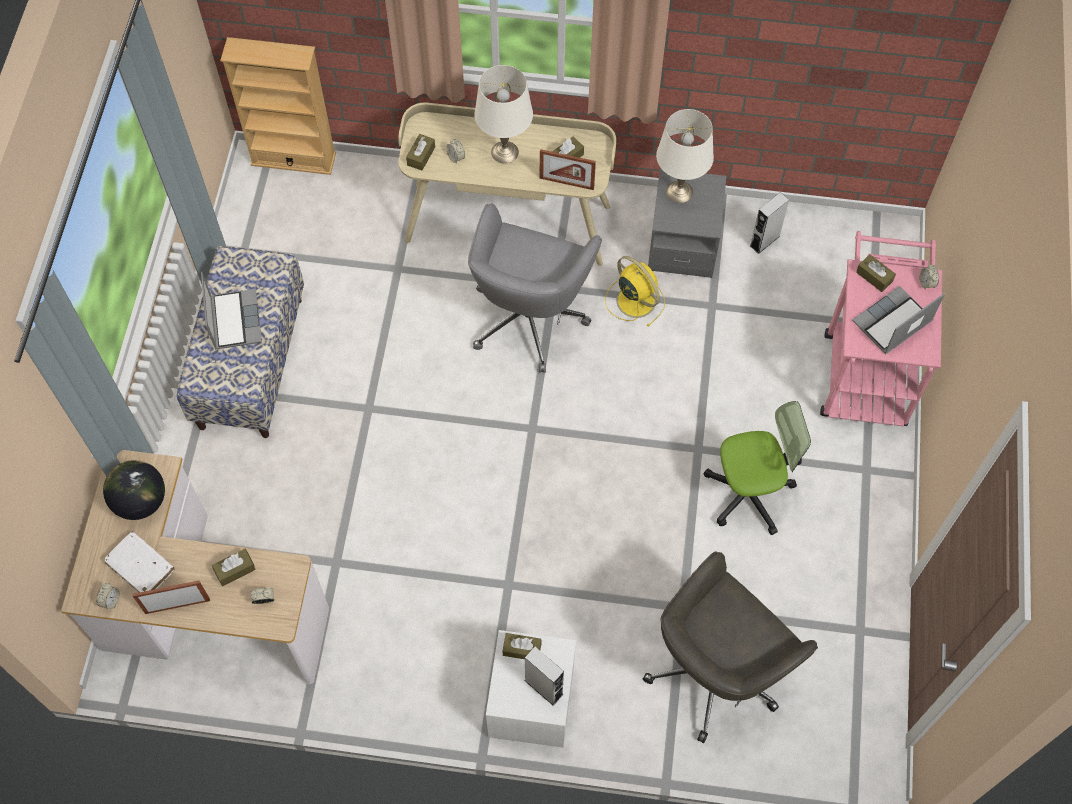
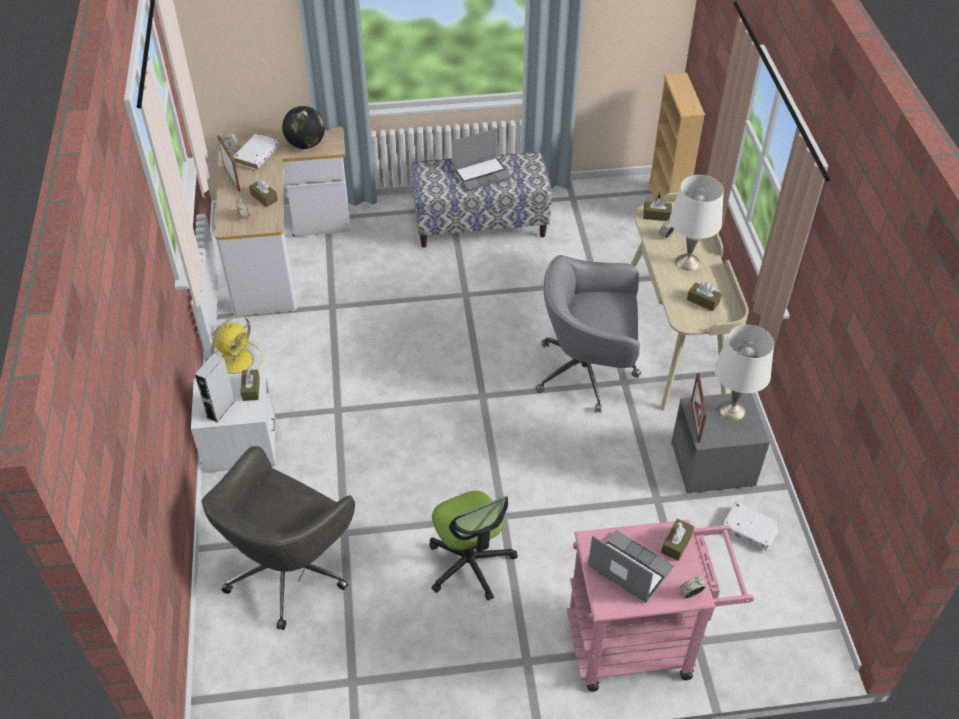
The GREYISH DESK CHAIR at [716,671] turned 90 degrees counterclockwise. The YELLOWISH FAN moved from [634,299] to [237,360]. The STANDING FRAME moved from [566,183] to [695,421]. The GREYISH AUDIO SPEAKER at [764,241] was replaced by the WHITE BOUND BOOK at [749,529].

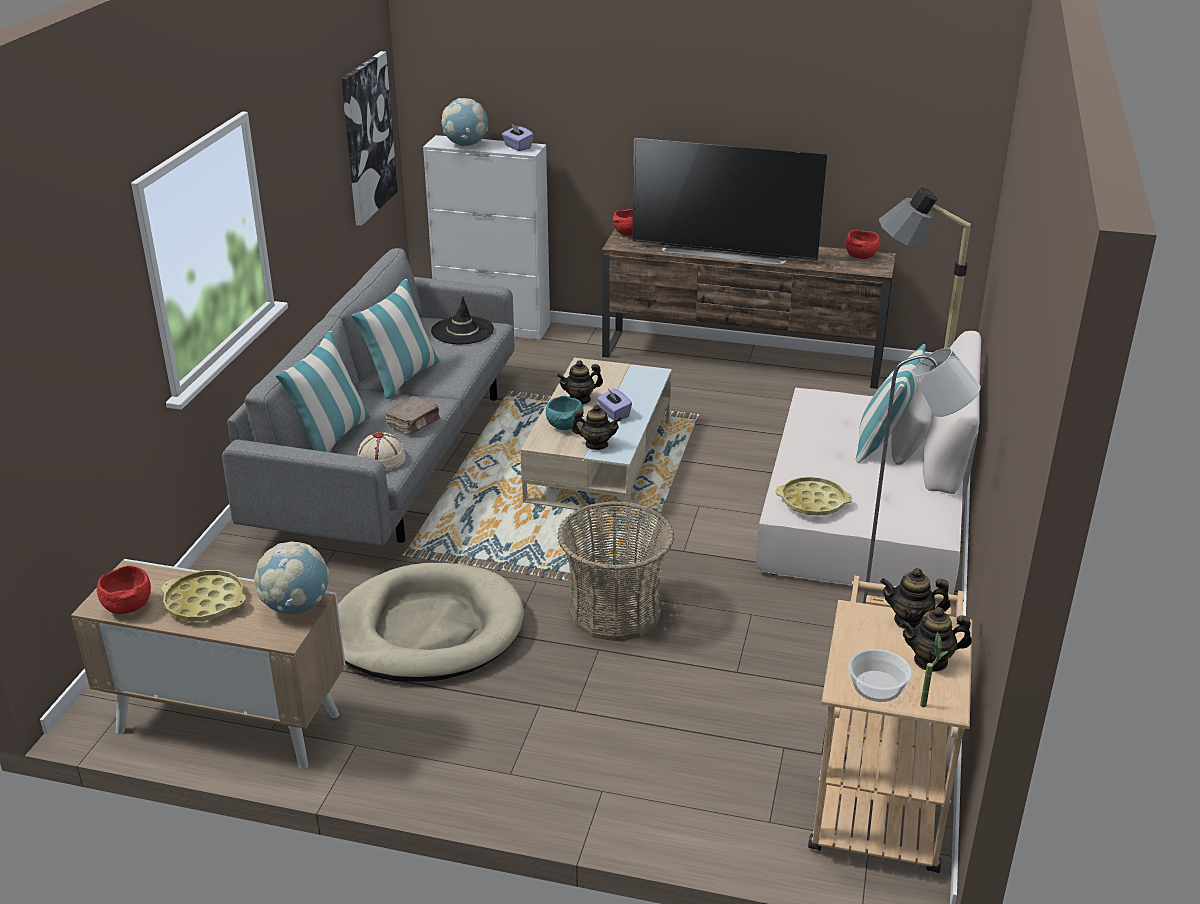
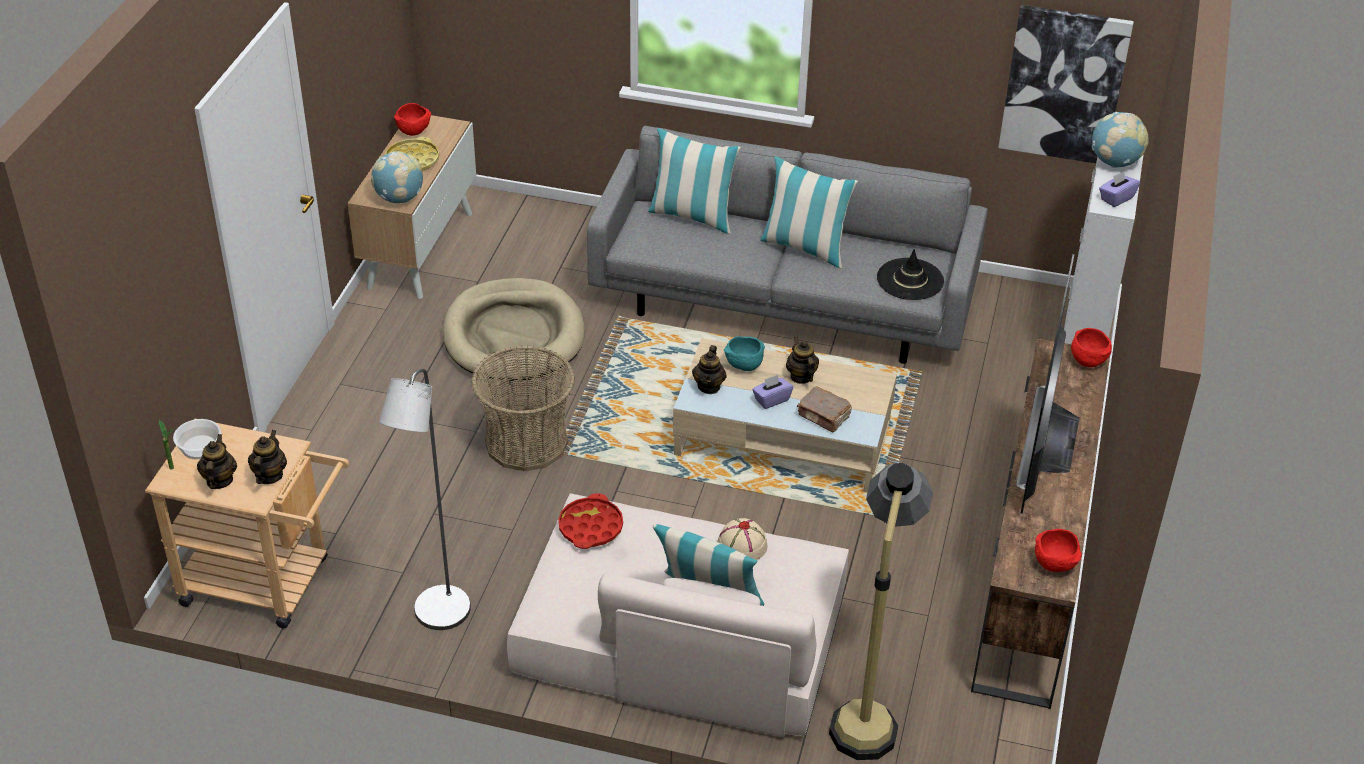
The YELLOWISH SERVING TRAY at [813,502] became the RED SERVING TRAY at [590,527]. The BEIGE WEARABLE HAT moved from [381,459] to [741,546]. The BROWN-COLOURED BOUND BOOK moved from [414,423] to [824,416].

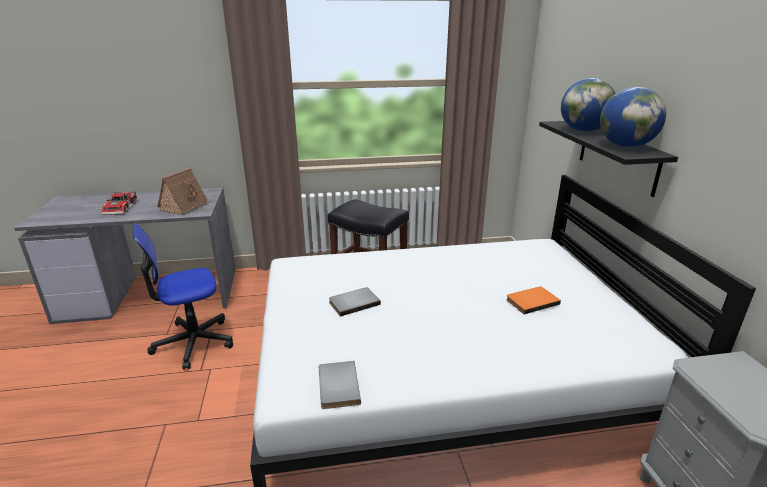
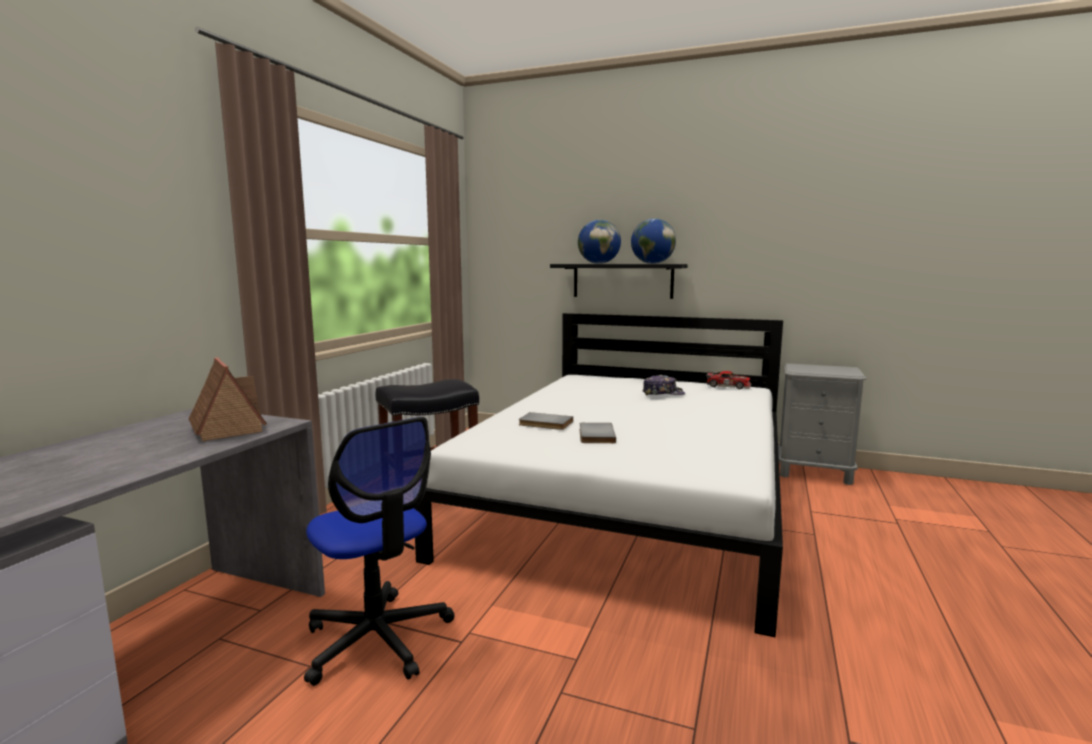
The DESK CHAIR at [193,342] turned 45 degrees counterclockwise. The GREYISH BOUND BOOK moved from [336,386] to [545,424]. The ORANGE BOUND BOOK at [531,301] was replaced by the CAP at [663,393]. The MODEL CAR moved from [122,208] to [728,386].

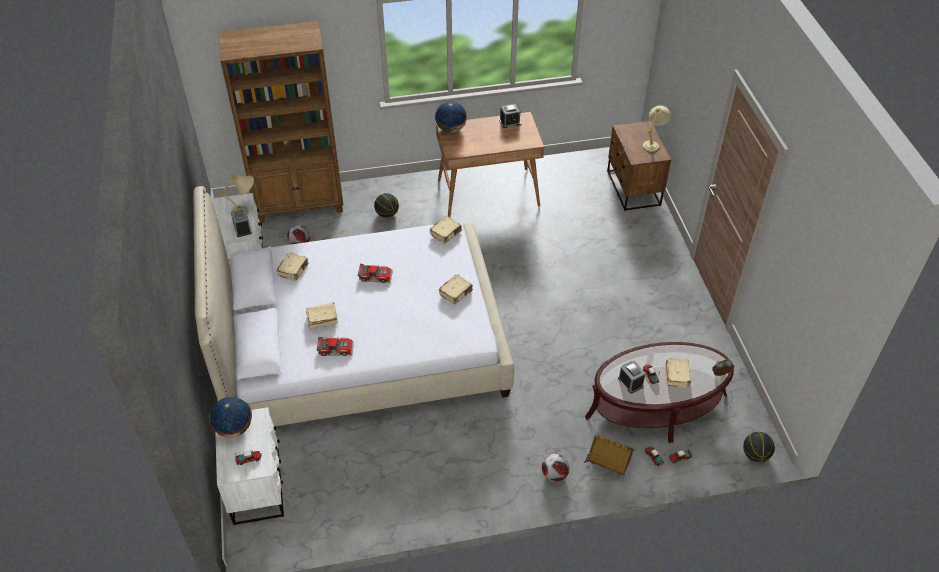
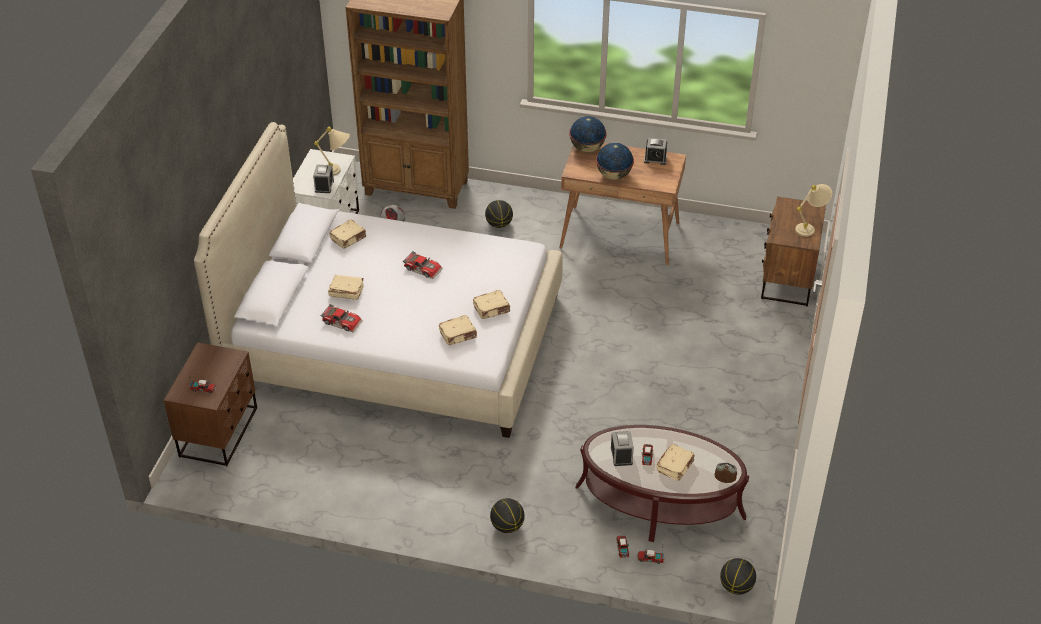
The WHITE NIGHT TABLE at [257,486] became the BROWN-COLOURED NIGHT TABLE at [219,432]. The BEIGE BOUND BOOK moved from [446,233] to [458,335]. The FOOTBALL at [554,475] was replaced by the BASKETBALL BALL at [507,526]. The GLOBE moved from [234,428] to [614,175]. The TOY HOUSE at [608,463] disappeared.

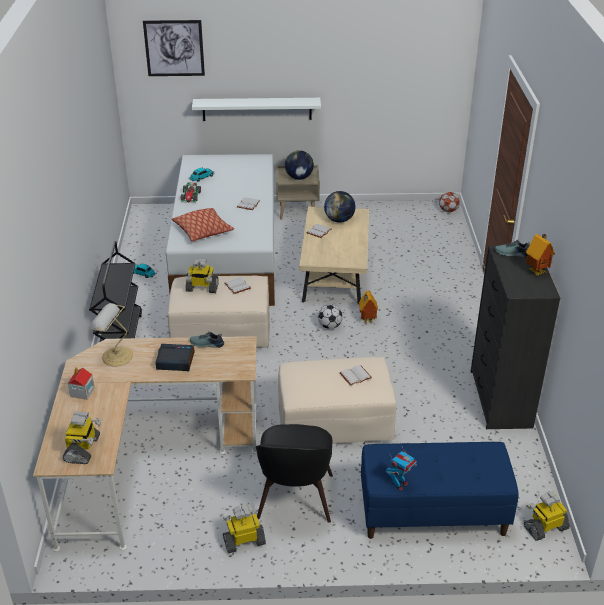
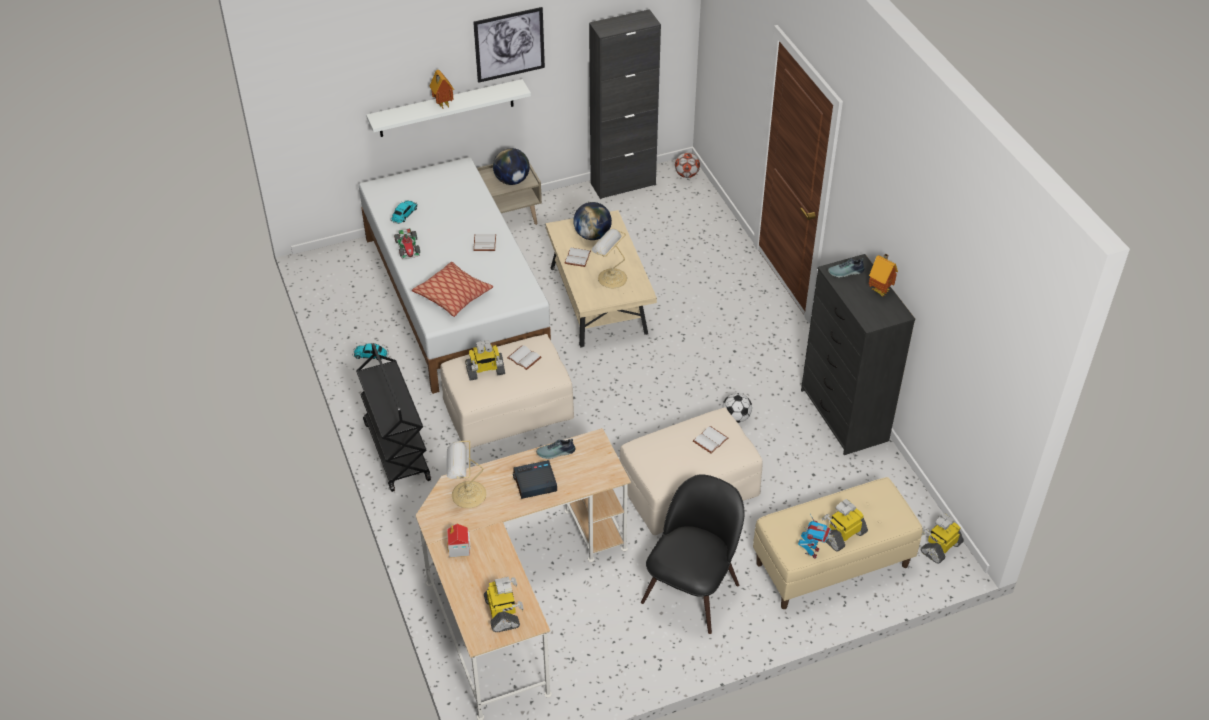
The TOY HOUSE moved from [366,321] to [442,105]. The PICTURE moved from [174,48] to [509,44]. The BLACKISH CUPBOARD at [623,184] appeared. The TABLETOP LAMP at [610,278] appeared. The BLACKISH PLAIN CHAIR at [295,499] turned 135 degrees counterclockwise. The FOOTBALL moved from [329,326] to [736,417]. The BLUE INDOOR BENCH at [432,514] became the BEIGE INDOOR BENCH at [831,565]. The ROBOT FIGURE moved from [244,541] to [843,535].

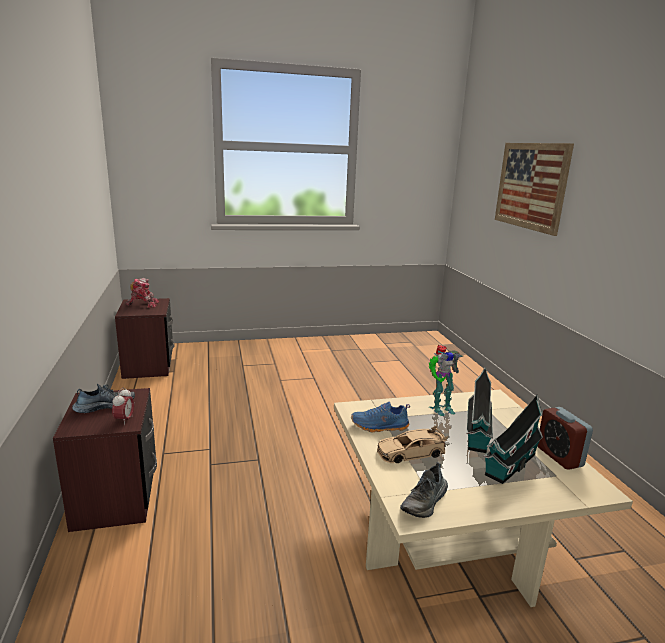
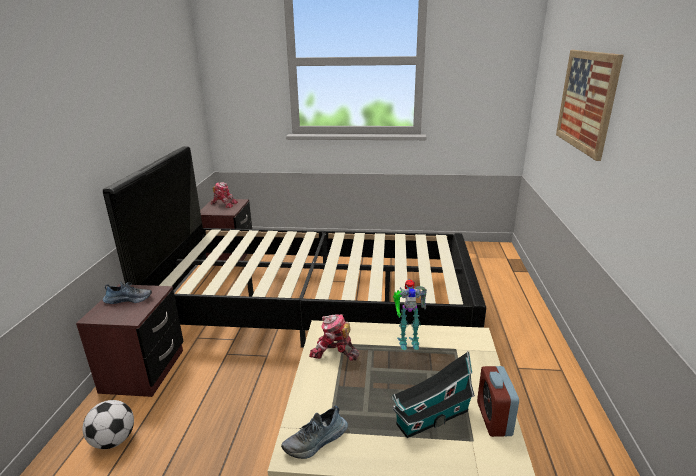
The FOOTBALL at [113,440] appeared. The BLACKISH SLEEPING BED at [316,306] appeared. The BLUE ITEM OF FOOTWEAR at [379,427] was replaced by the ROBOT FIGURE at [333,352]. The TABLE CLOCK at [124,420] disappeared. The BEIGE MODEL CAR at [411,453] disappeared. The TOY HOUSE at [477,435] disappeared.

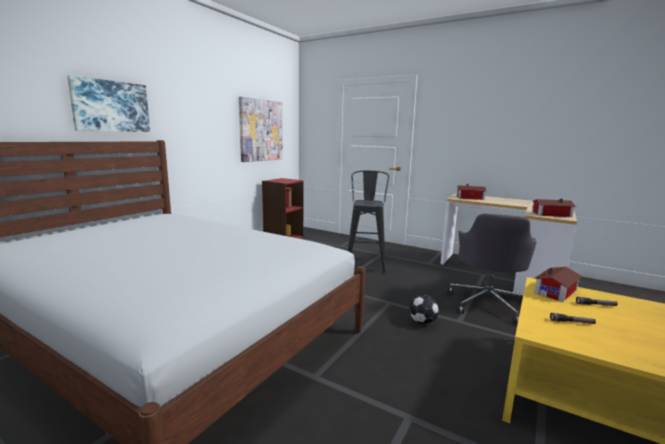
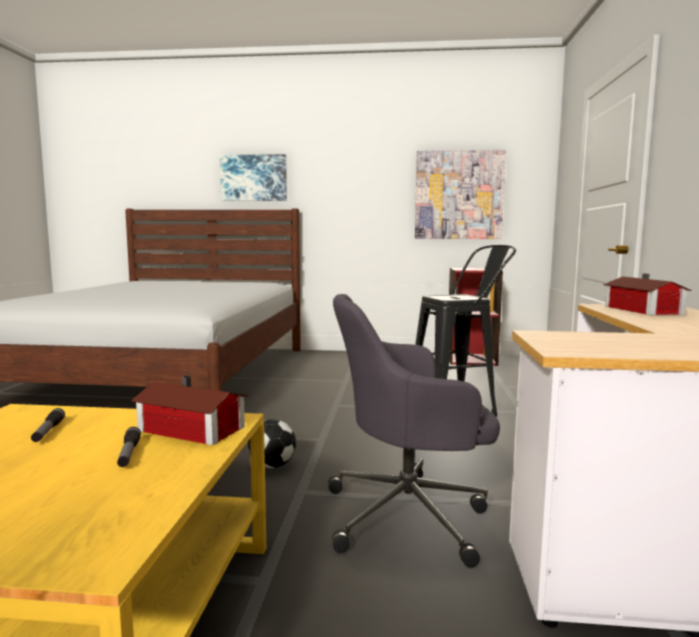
The TOY HOUSE at [550,214] disappeared.

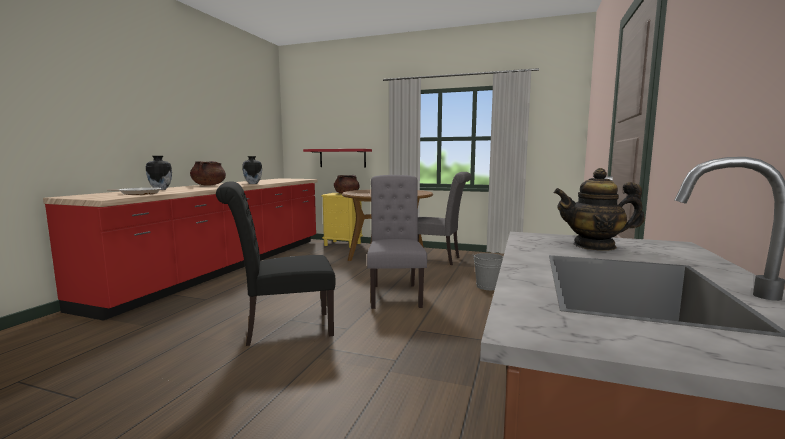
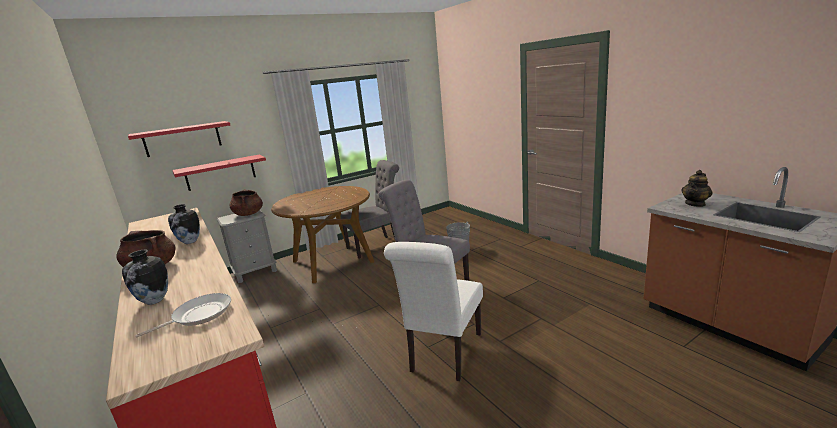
The RED BRACKET SHELF at [182,139] appeared. The YELLOWISH NIGHT TABLE at [342,244] became the GREYISH NIGHT TABLE at [255,272]. The BLACKISH PLAIN CHAIR at [282,329] became the WHITE PLAIN CHAIR at [444,355].

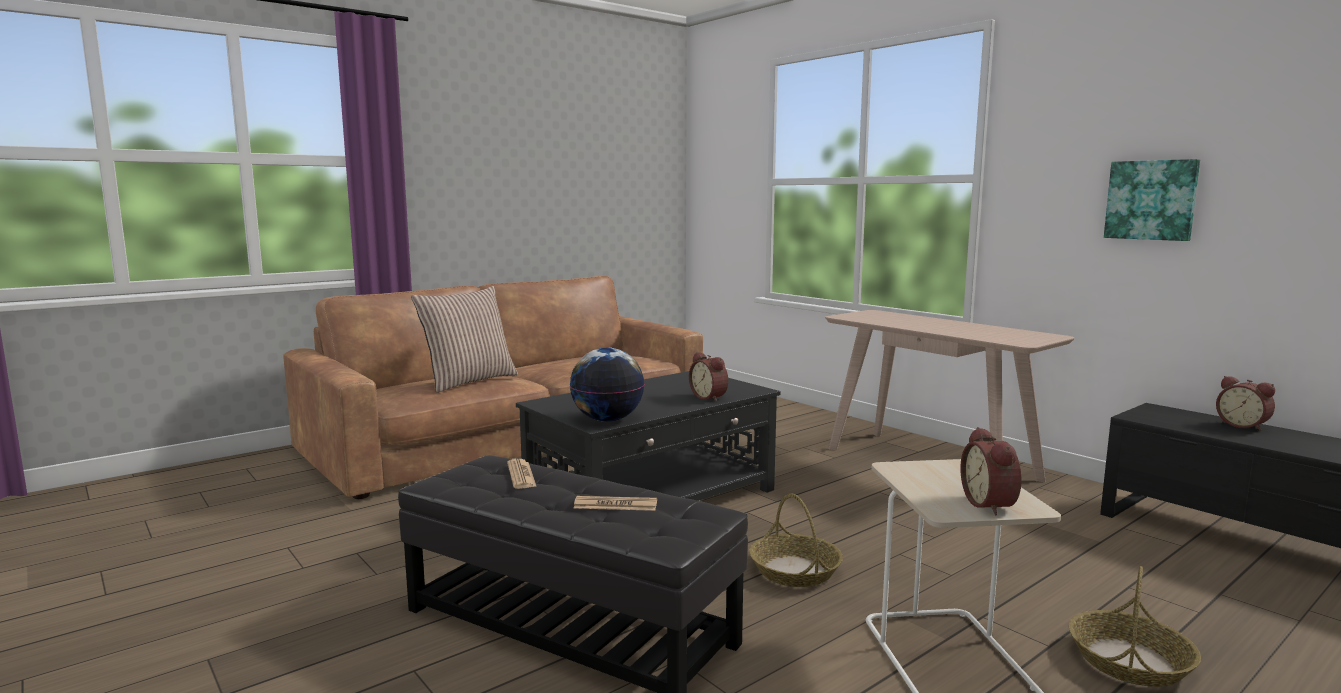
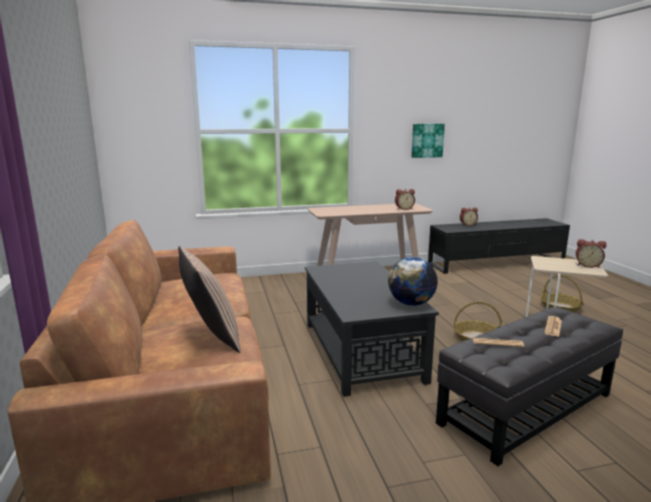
The TABLE CLOCK moved from [710,397] to [404,209].

